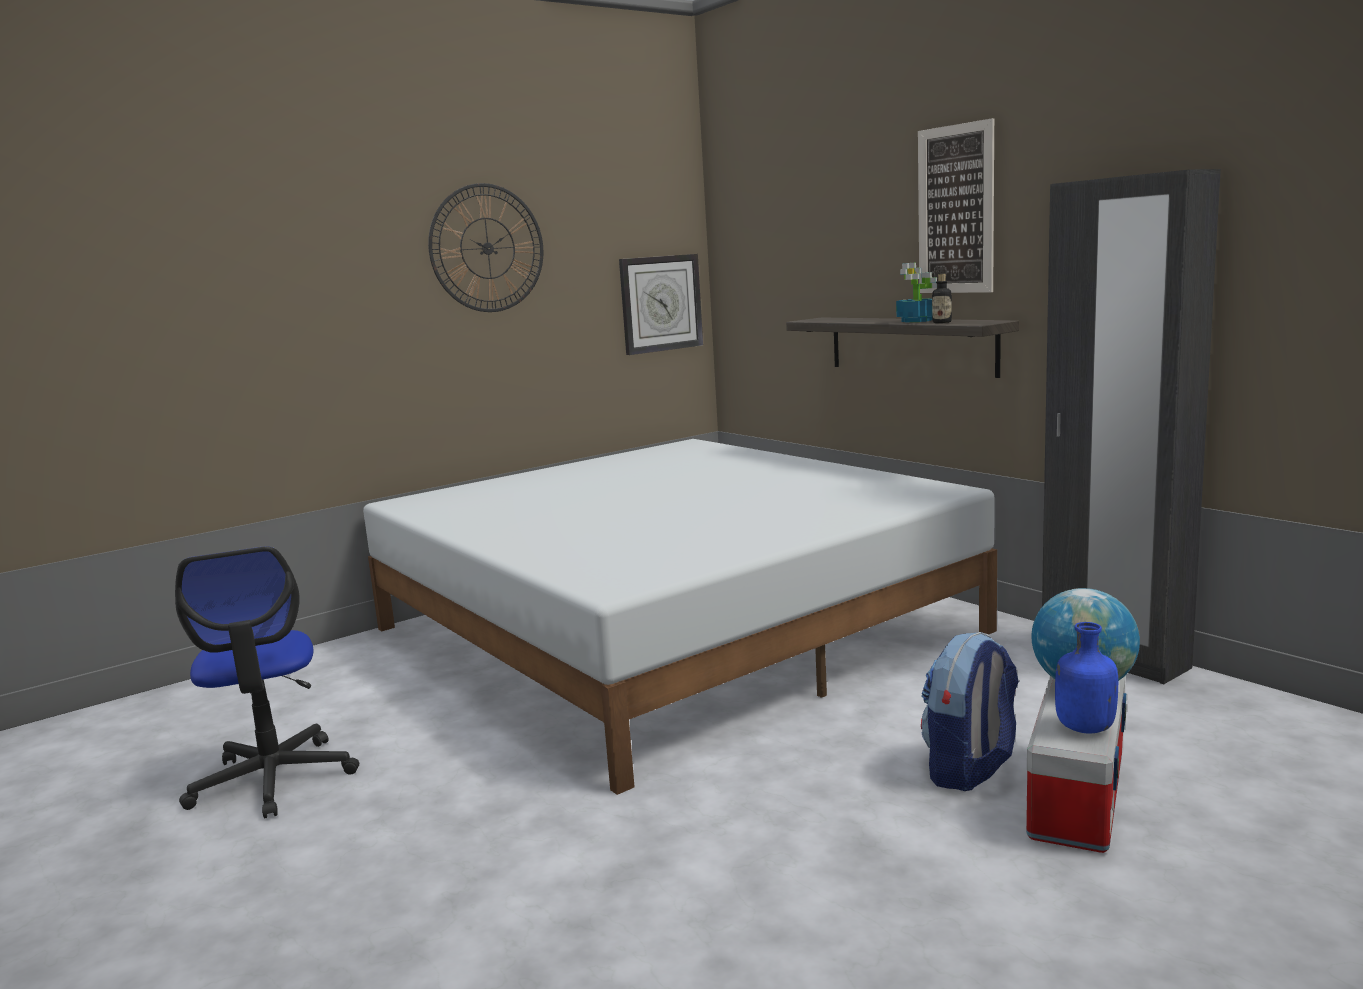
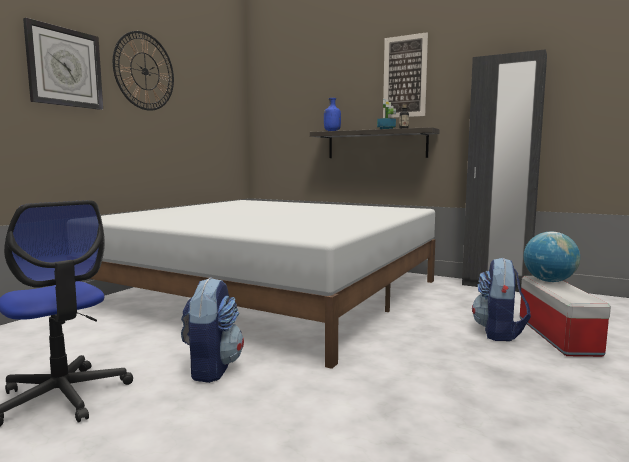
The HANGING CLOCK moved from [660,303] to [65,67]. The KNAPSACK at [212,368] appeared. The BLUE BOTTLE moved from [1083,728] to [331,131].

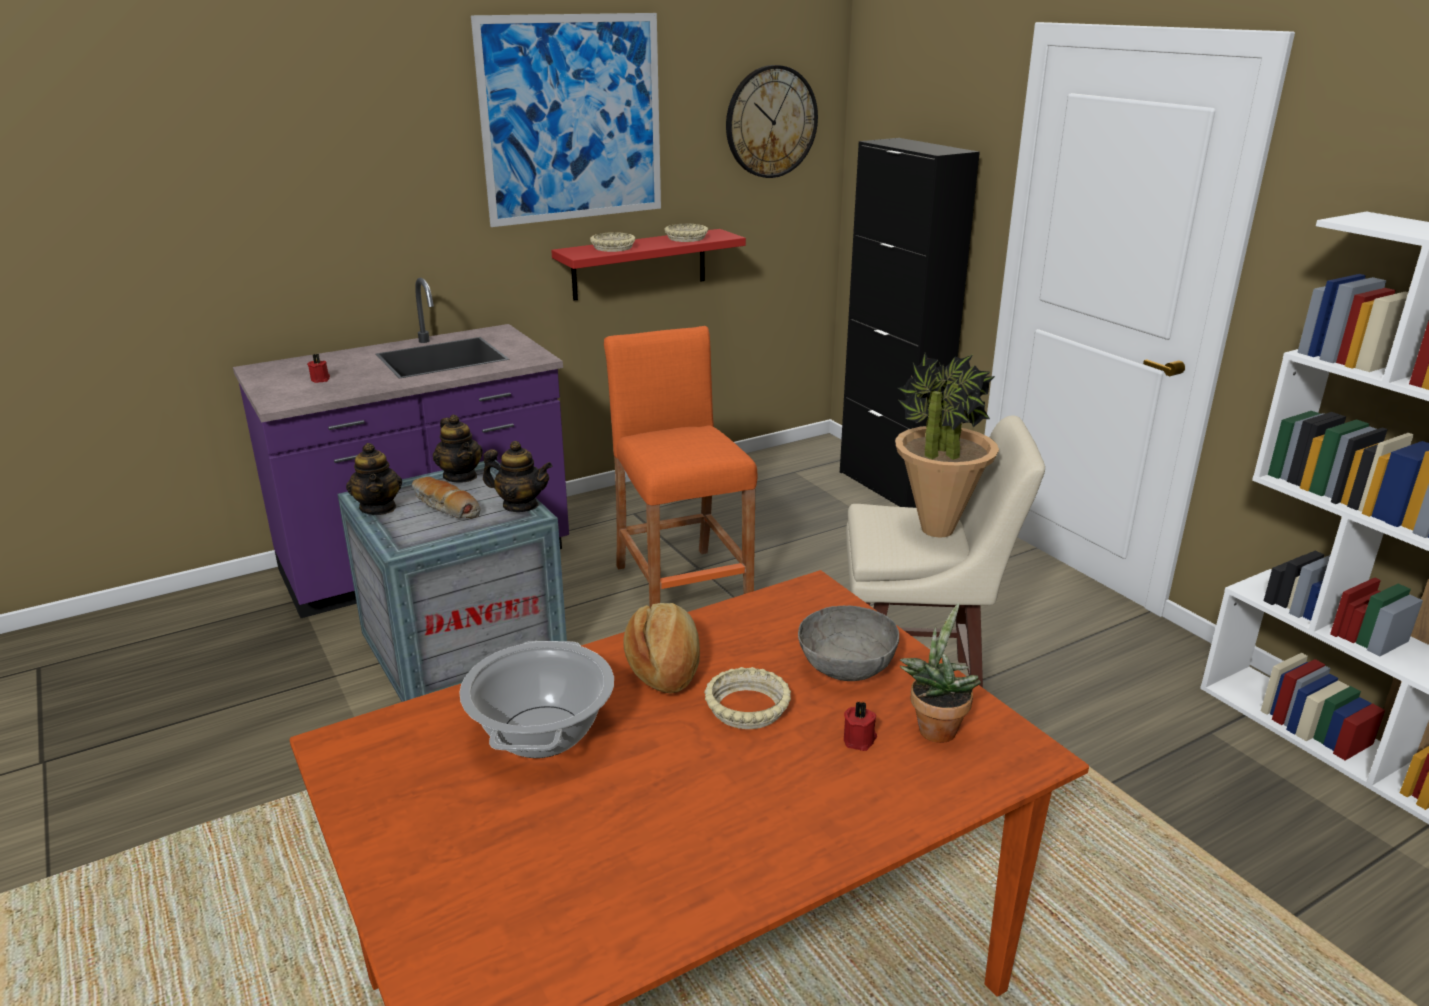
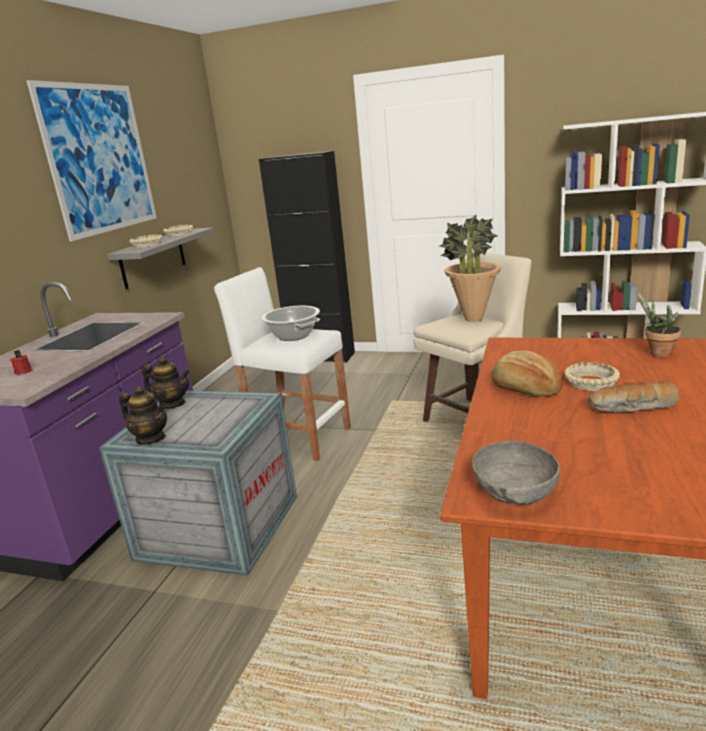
The RED BRACKET SHELF at [639,264] became the GREYISH BRACKET SHELF at [153,258]. The ORANGE SITTING STOOL at [682,588] became the WHITE SITTING STOOL at [297,437]. The SAUCEPOT moved from [542,733] to [294,336]. The GREYISH DEEP DISH moved from [846,665] to [515,492]. The BAKED BREAD moved from [444,507] to [633,408]. The TEAPOT at [520,506] disappeared. The HANGING CLOCK at [771,122] disappeared. The RED WAX CANDLE at [860,739] disappeared.

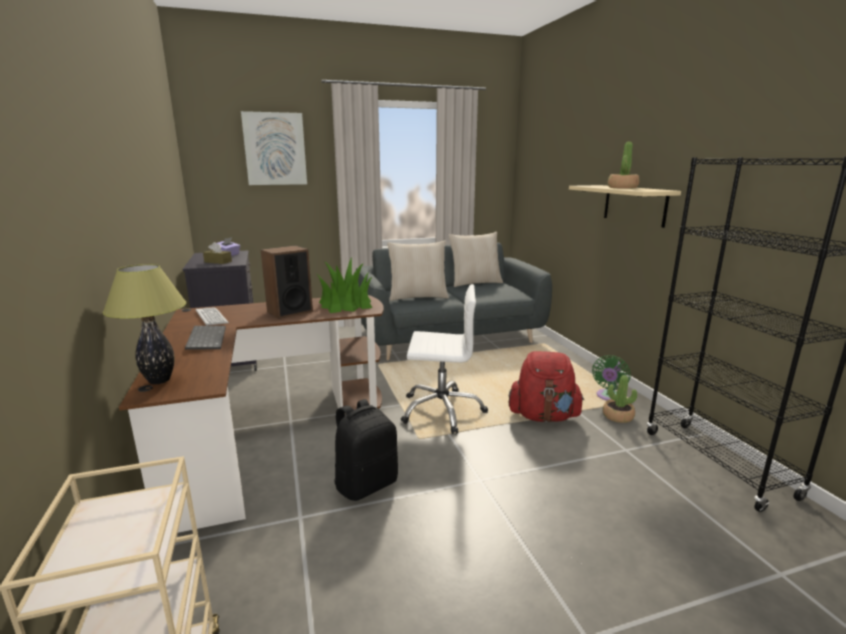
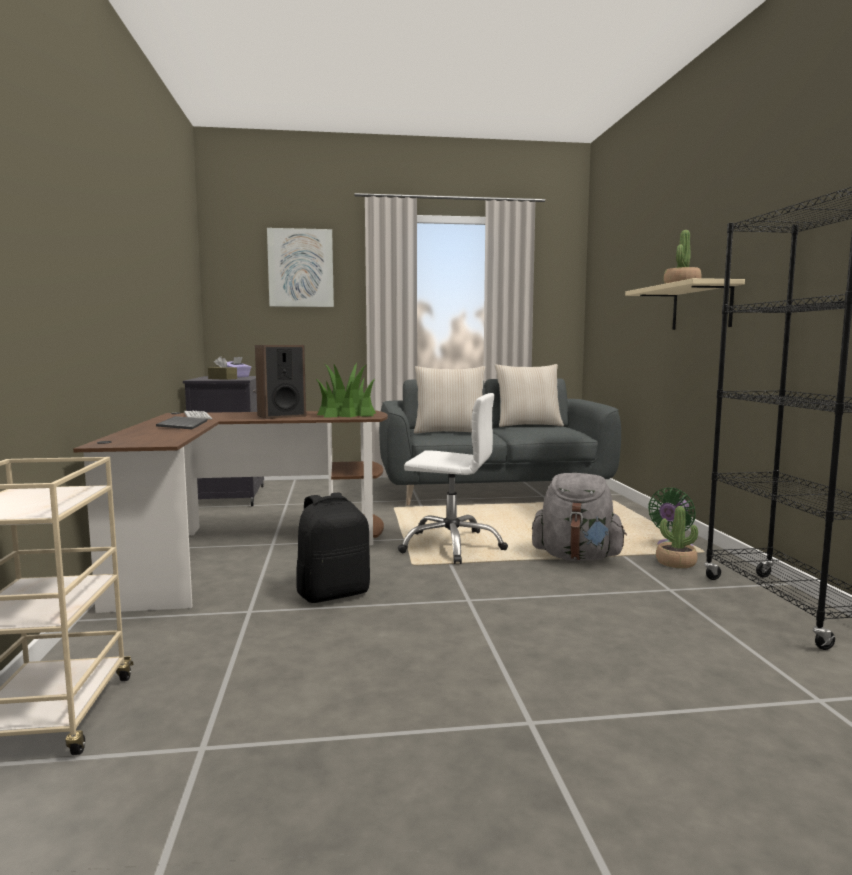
The RED KNAPSACK at [543,416] became the GREYISH KNAPSACK at [577,557]. The TABLETOP LAMP at [159,380] disappeared.

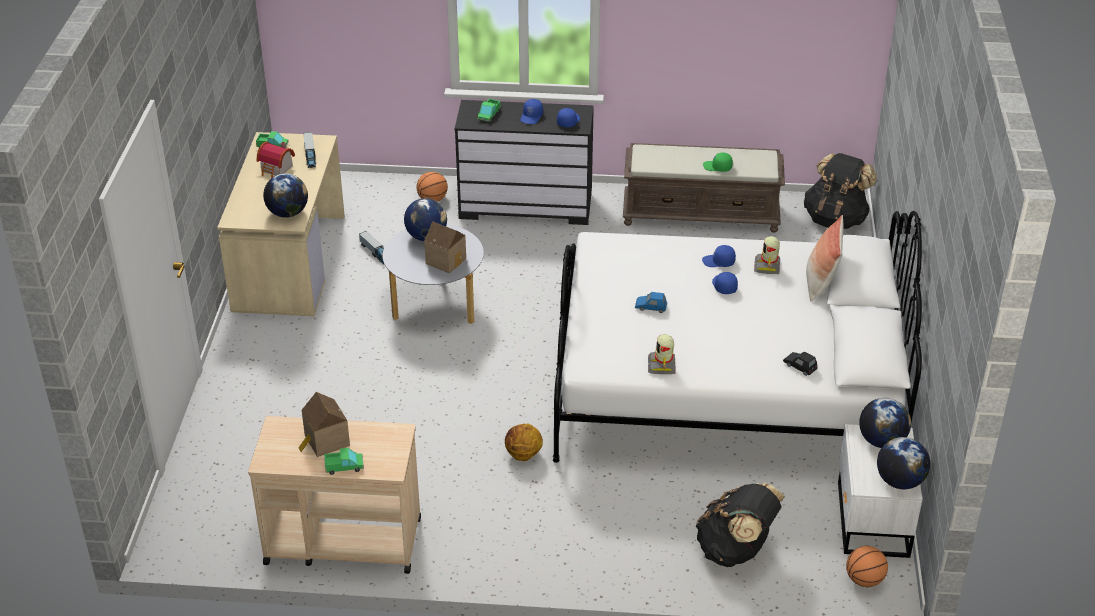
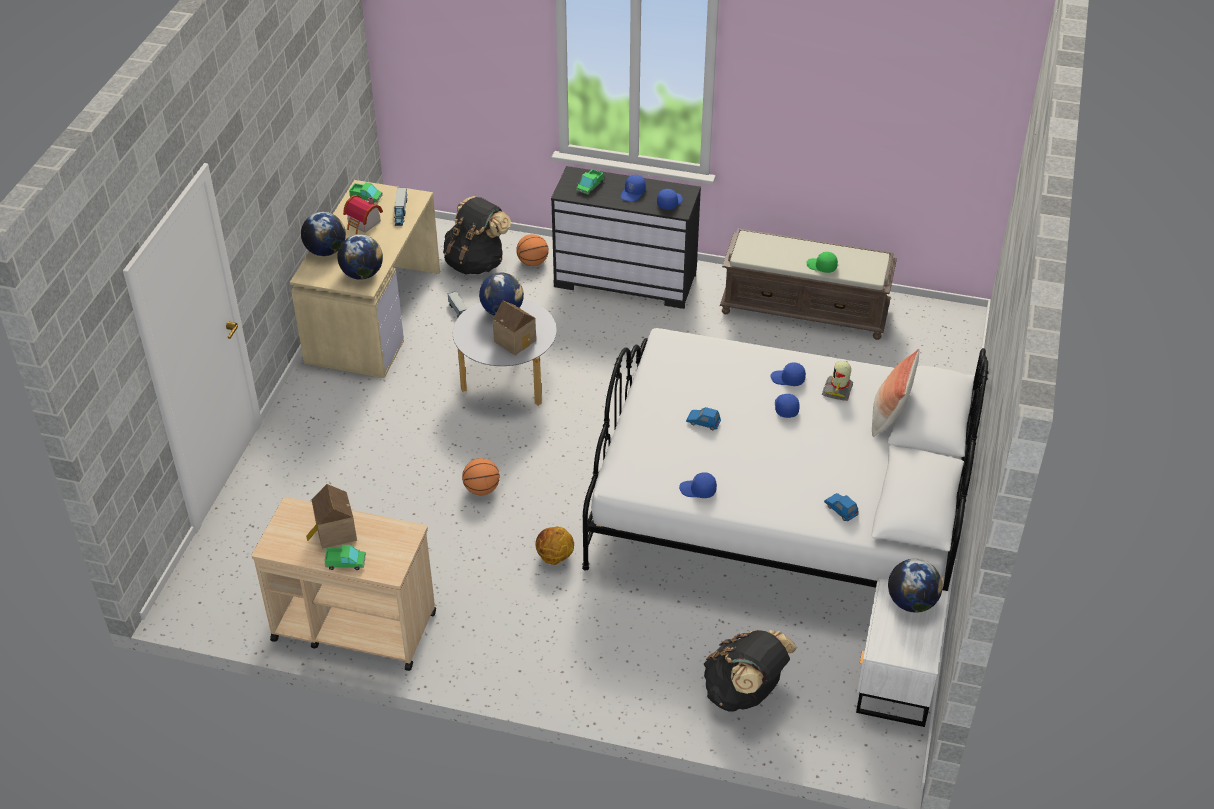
The GLOBE moved from [899,481] to [325,251]. The BLACKISH KNAPSACK moved from [835,219] to [476,263]. The BASKETBALL BALL moved from [864,580] to [481,489]. The ROBOT FIGURE at [662,365] was replaced by the BLUE CAP at [697,490]. The BLACKISH MODEL CAR at [800,366] became the BLUE MODEL CAR at [841,509].

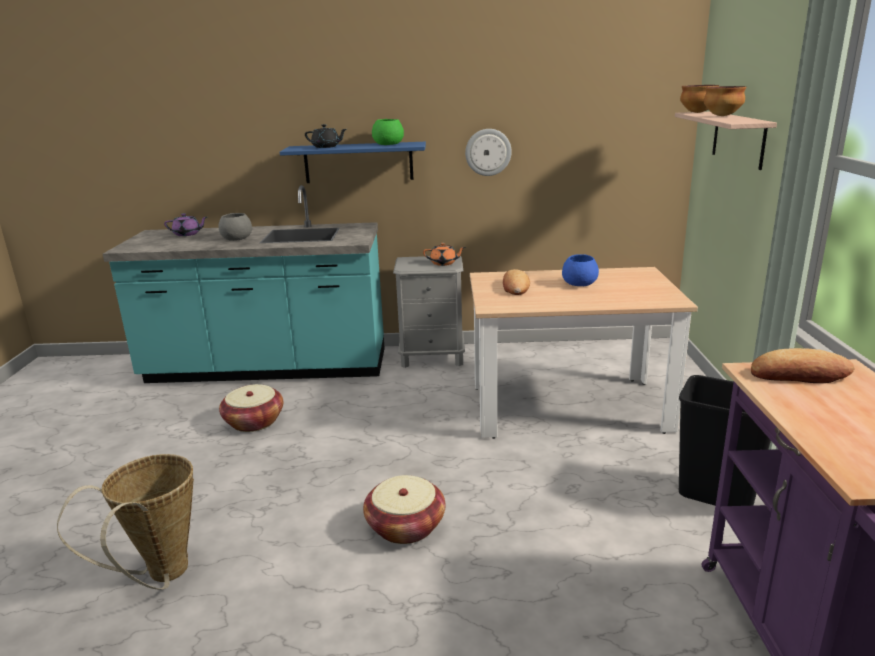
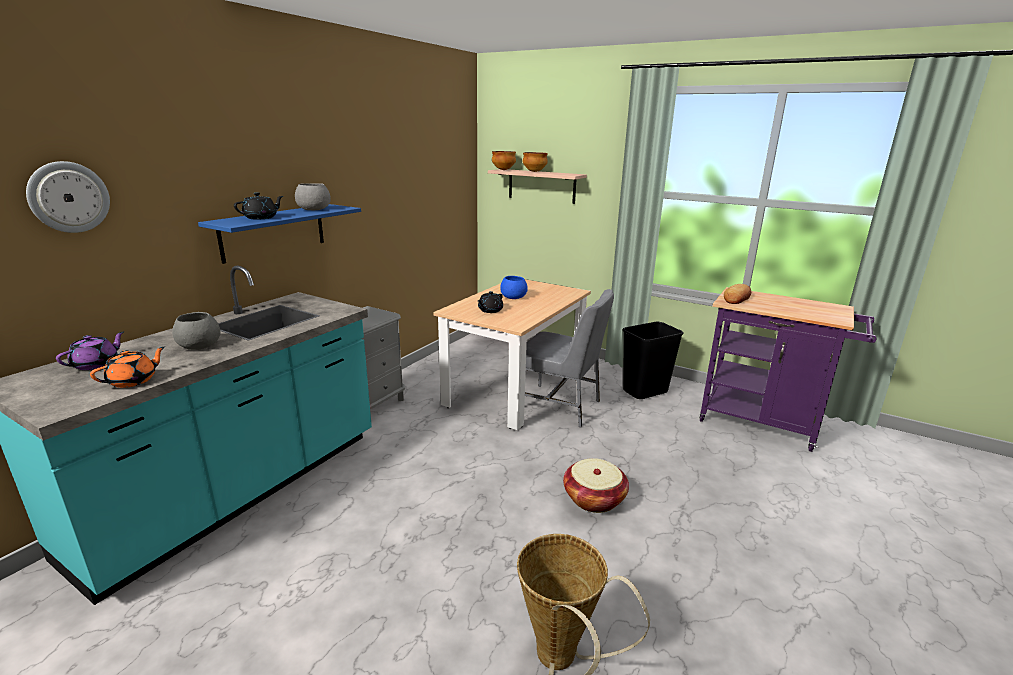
The HANGING CLOCK moved from [488,152] to [69,197]. The ORANGE TEAPOT moved from [444,263] to [133,381]. The GREEN-COLOURED DEEP DISH at [388,144] became the GREYISH DEEP DISH at [313,209]. The BAKED BREAD at [515,287] was replaced by the BLACKISH TEAPOT at [490,310]. The GREYISH PLAIN CHAIR at [559,406] appeared. The HOUSEHOLD BASKET at [254,422] disappeared.

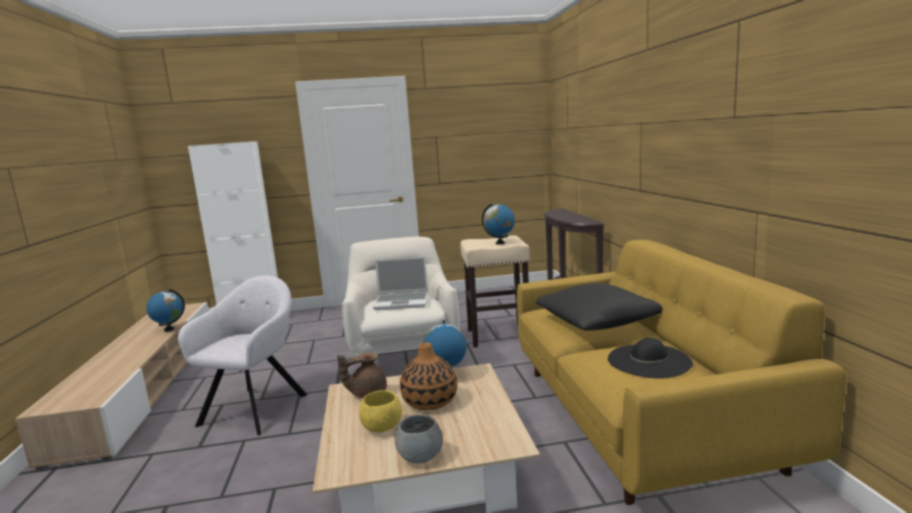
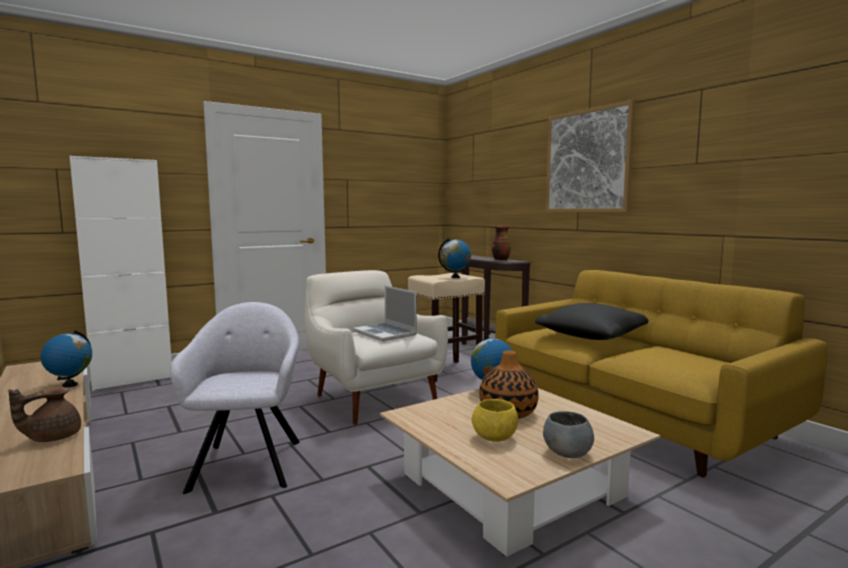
The BROWN-COLOURED TEAPOT moved from [367,393] to [52,437]. The LAPTOP at [402,302] turned 75 degrees clockwise. The VASE at [500,259] appeared. The PICTURE at [588,161] appeared. The BLACKISH WEARABLE HAT at [649,361] disappeared.

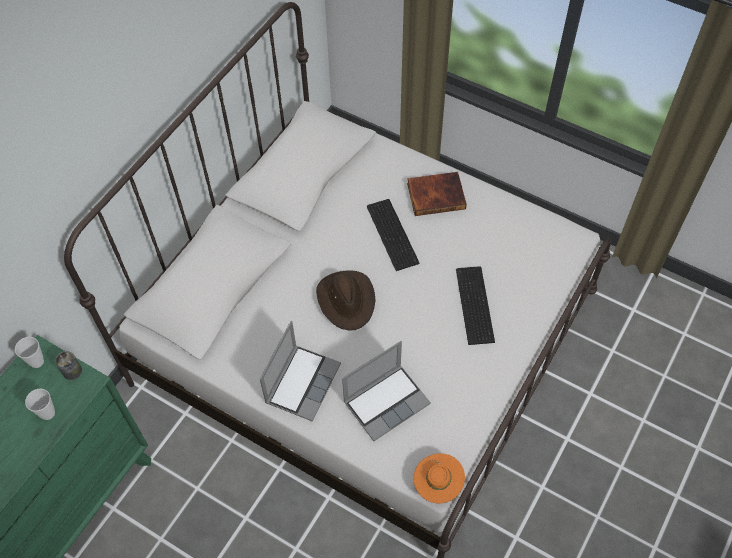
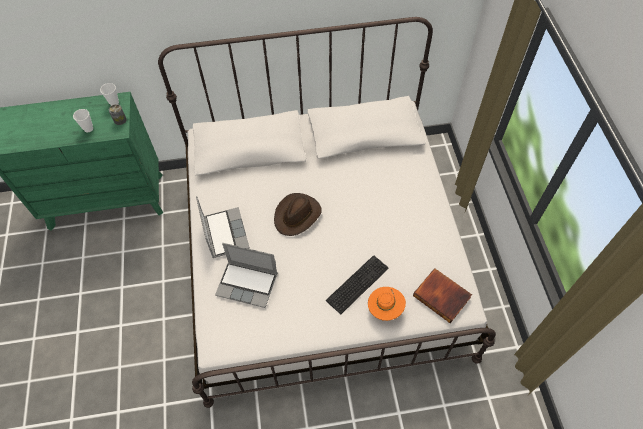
The LAPTOP at [302,382] turned 90 degrees counterclockwise. The ORANGE WEARABLE HAT moved from [437,484] to [385,308]. The BOUND BOOK moved from [436,195] to [442,296]. The PC KEYBOARD at [393,233] disappeared.

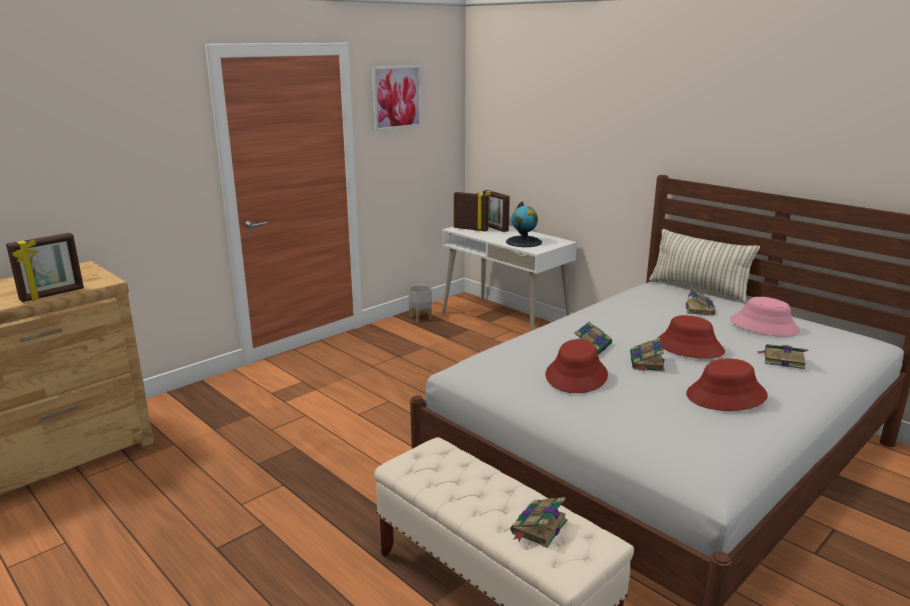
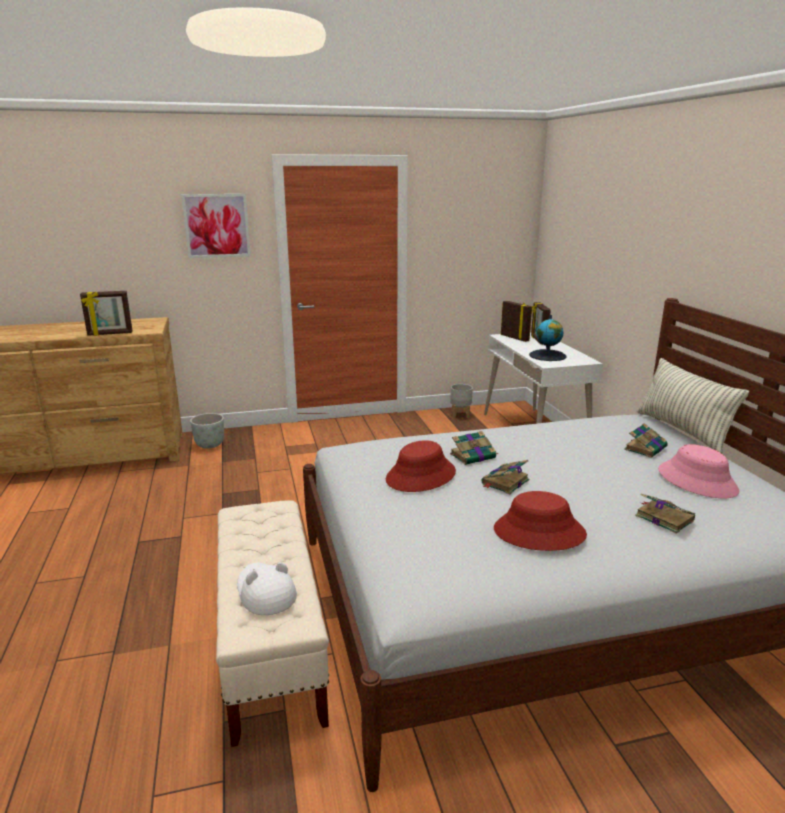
The PICTURE moved from [396,97] to [217,225]. The GREYISH PLANT POT at [210,445] appeared. The BOUND BOOK at [538,528] was replaced by the WHITE WEARABLE HAT at [265,592]. The RED WEARABLE HAT at [689,347] disappeared.

